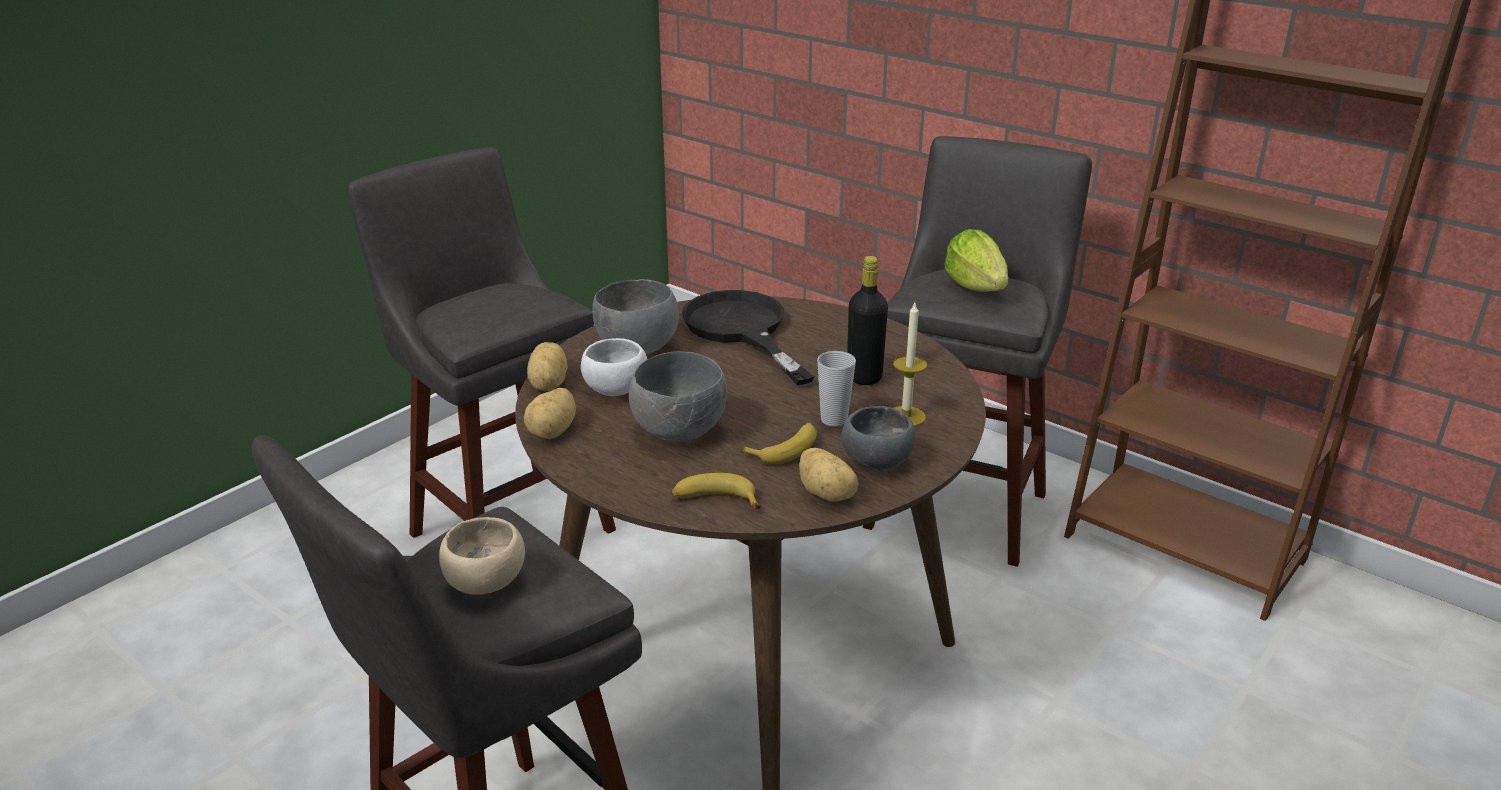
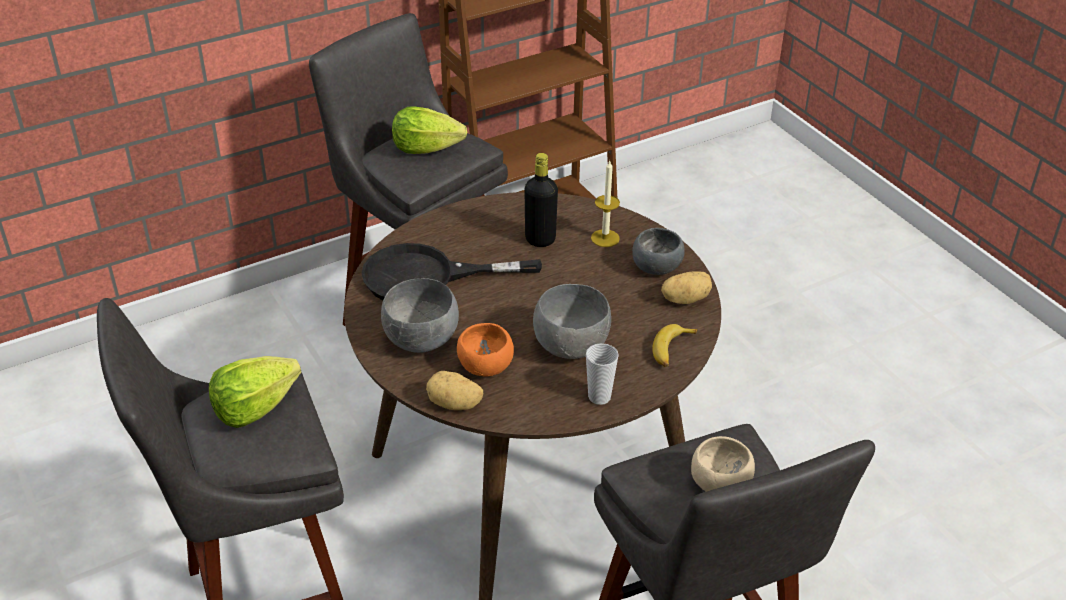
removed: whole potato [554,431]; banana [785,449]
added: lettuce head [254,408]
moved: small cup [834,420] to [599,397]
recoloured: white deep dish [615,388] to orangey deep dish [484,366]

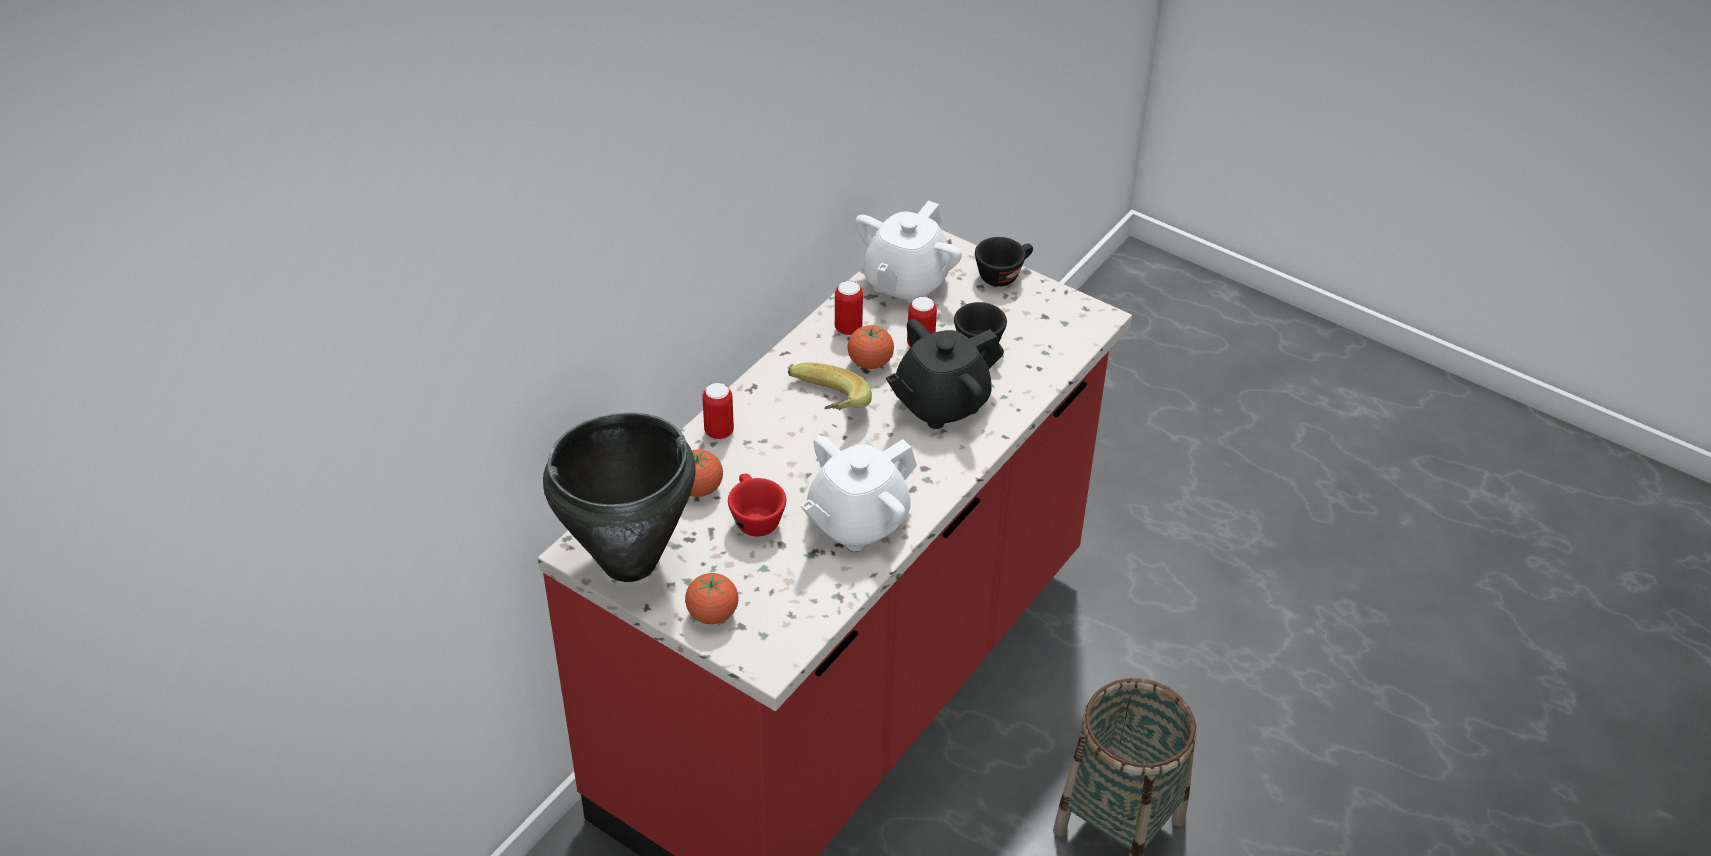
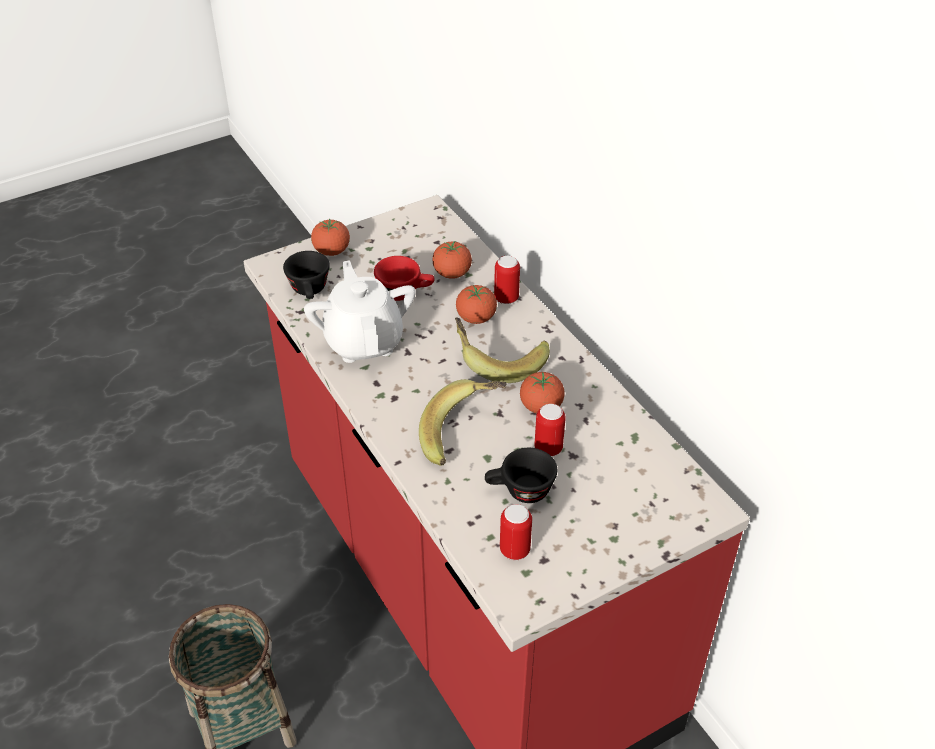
removed: black saucepot [630,562]; white tea pot [905,282]
added: fresh tomato [476,318]
moved: sealed can [848,328] to [514,550]; black small cup [1003,274] to [310,291]
replaced: black tea pot [940,403] to banana [463,434]

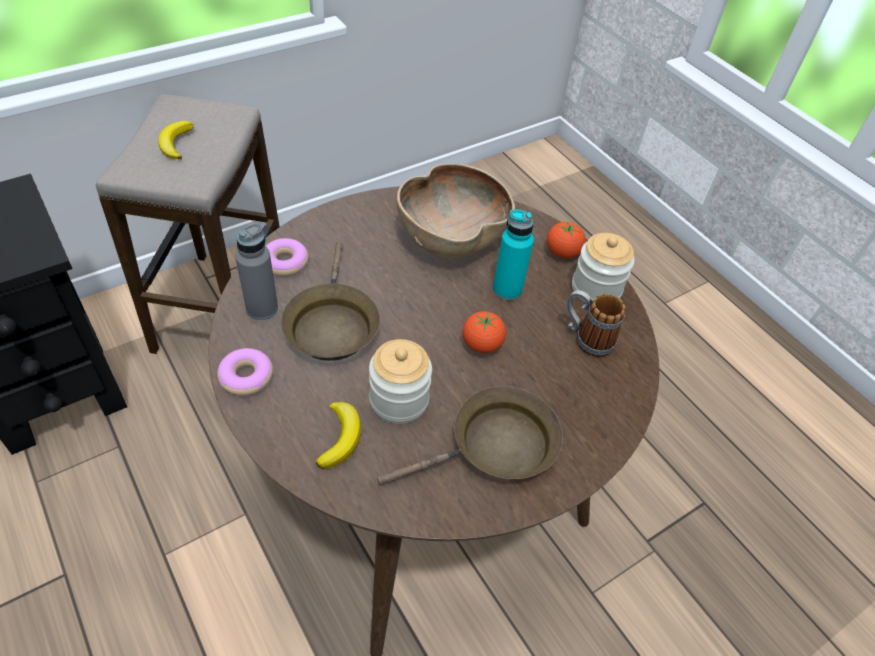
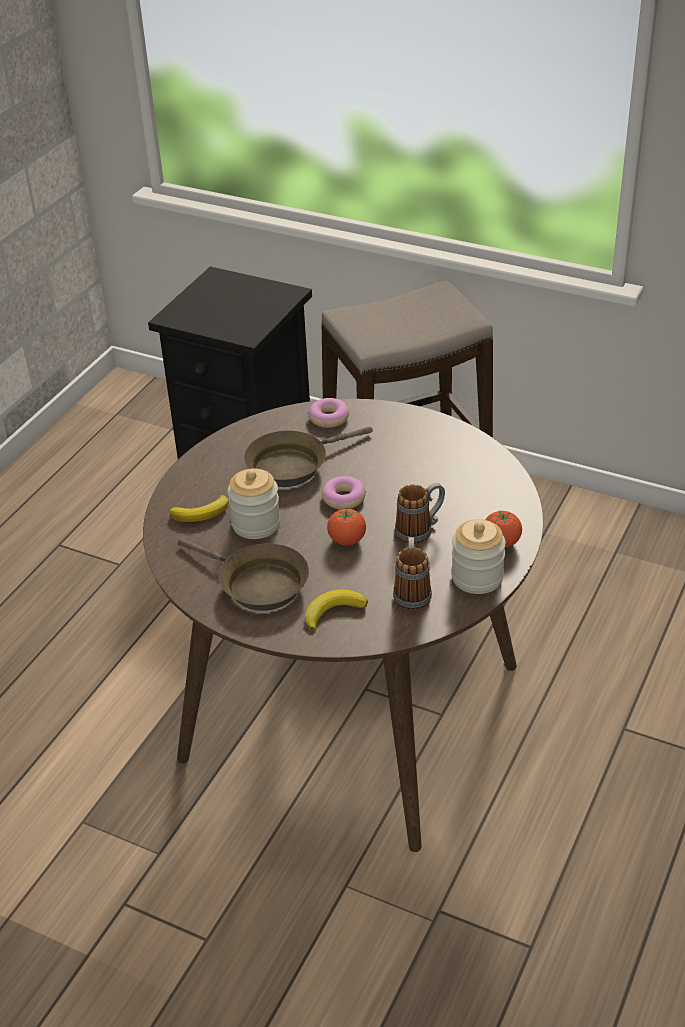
removed: greyish bottle [262,308]; brown deep dish [451,237]
moved: banana [175,143] to [333,611]; doughnut [246,376] to [344,498]
replaced: blue-green bottle [507,290] to tea mug [420,530]

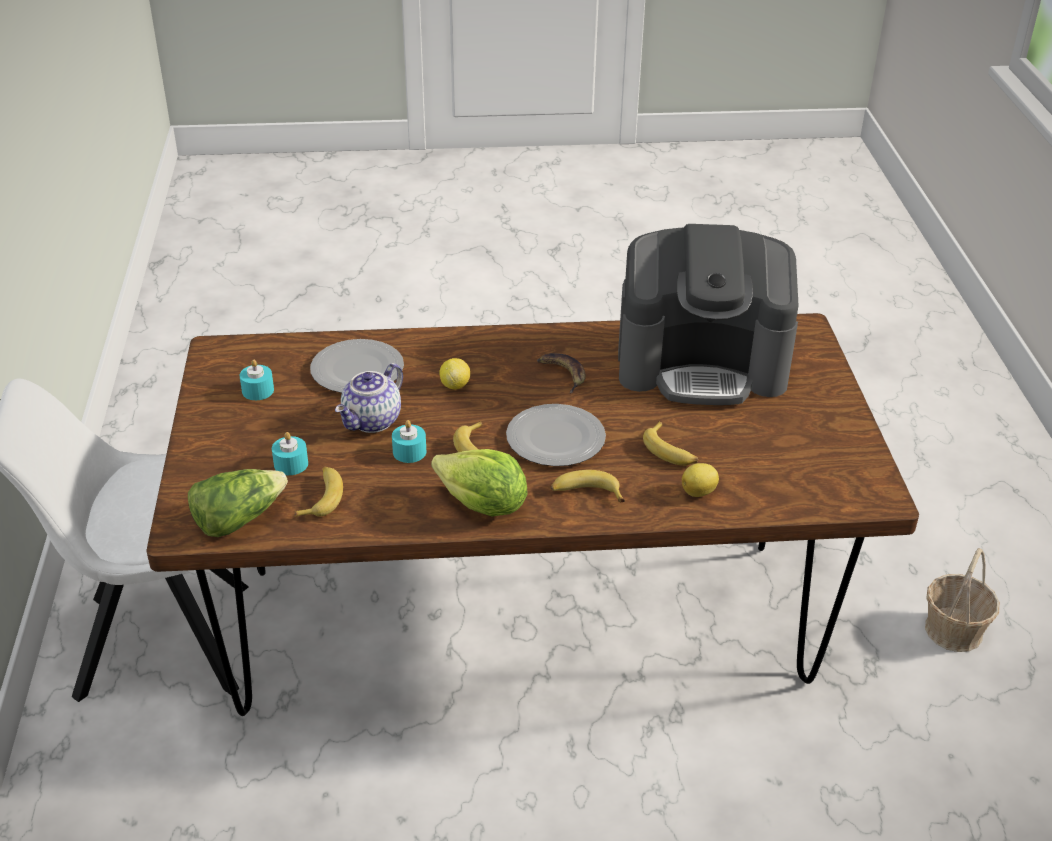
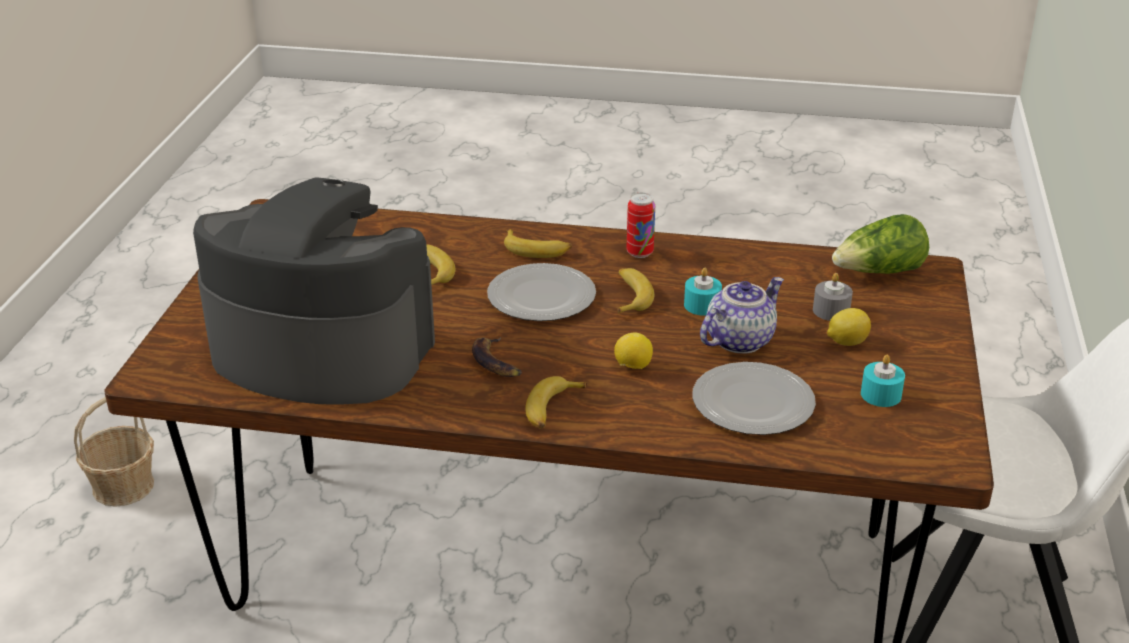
moved: banana [321,497] to [552,410]; whole lemon [699,492] to [846,342]
replaced: lettuce head [482,506] to sealed can [639,252]
recoloured: blue-green candle [291,464] to greyish candle [831,311]

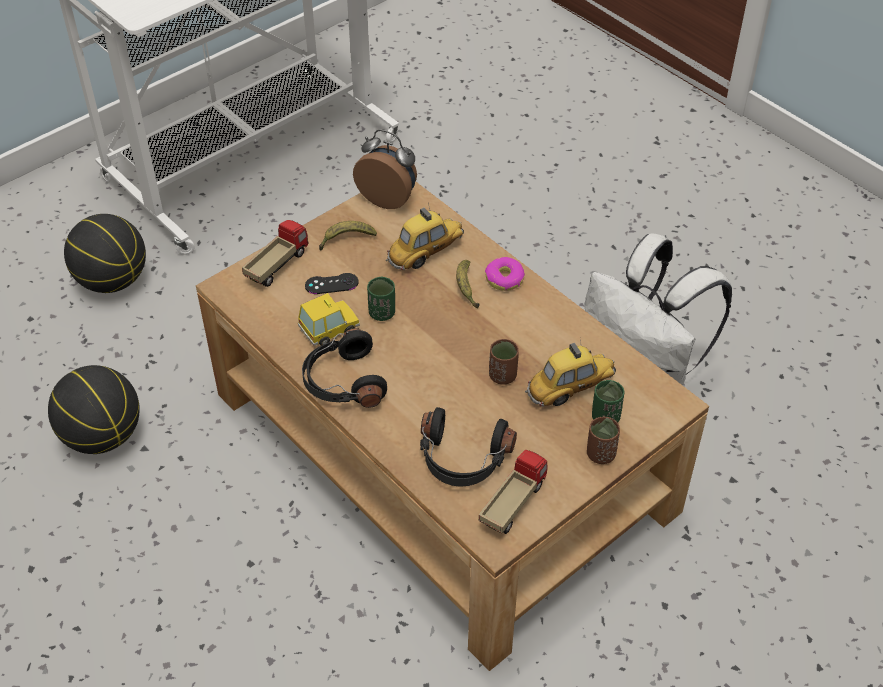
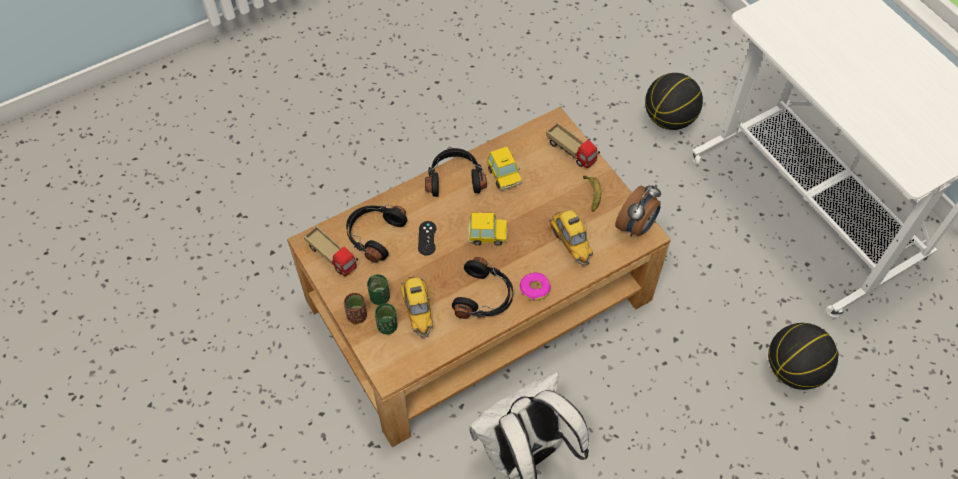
removed: banana [466,287]; brown small cup [502,376]
added: black pair of headphones [484,297]; toy car [487,235]
moved: ball for basketball [103,436] to [794,370]; black game controller [331,284] to [427,238]; green-coloured small cup [382,313] to [379,297]

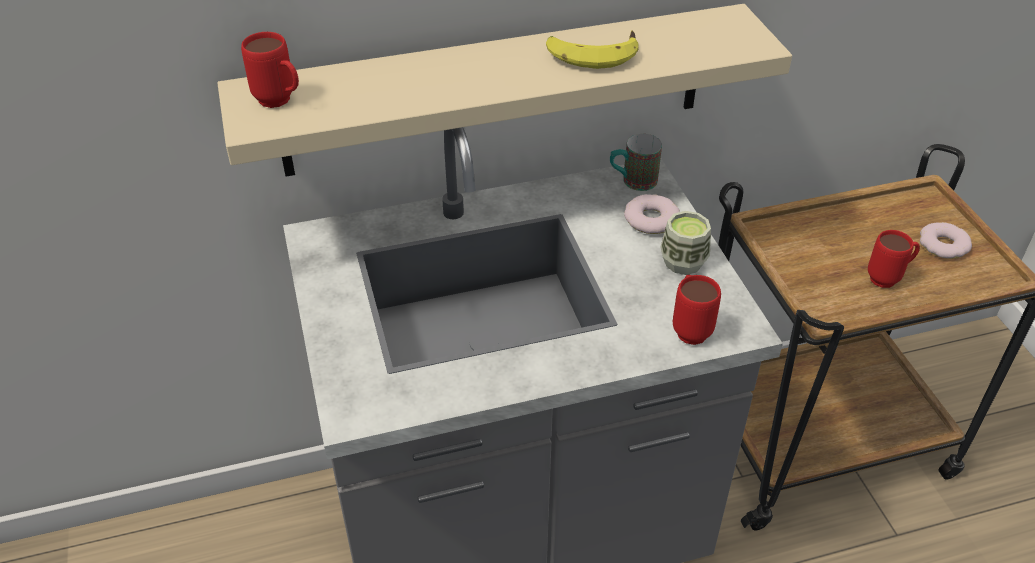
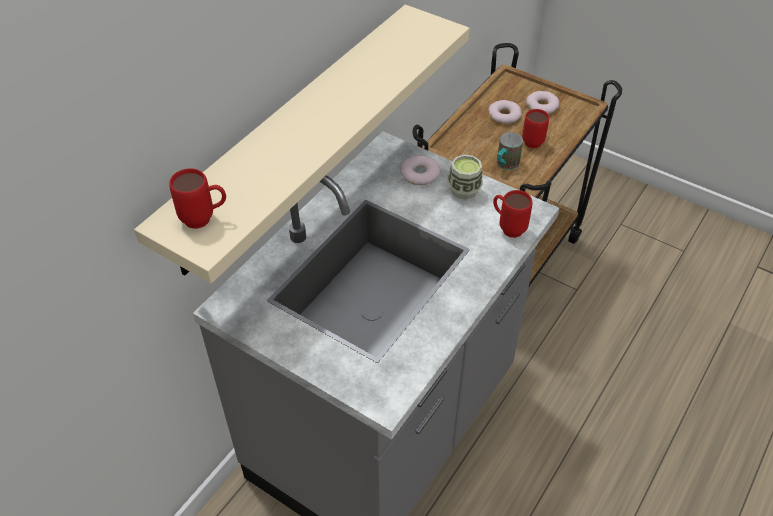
removed: banana [592,54]
added: doughnut [504,115]
moved: tea mug [632,181] to [505,165]

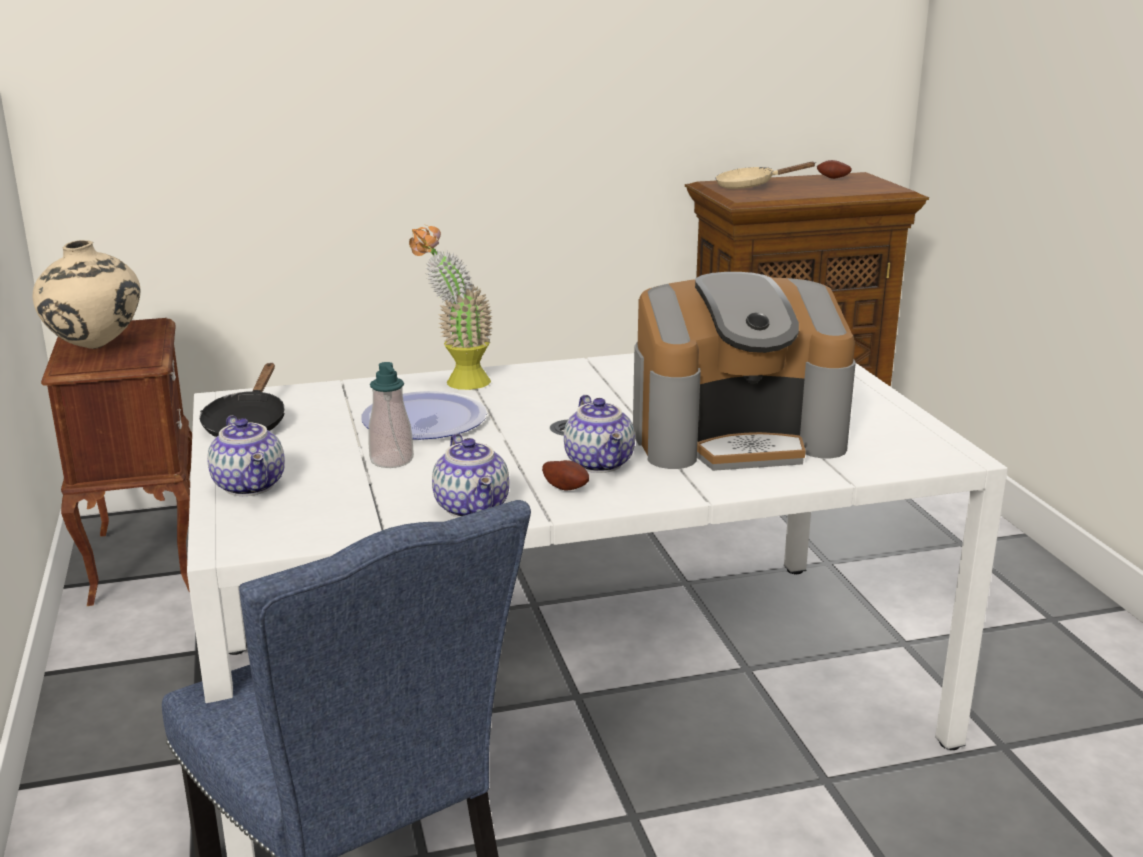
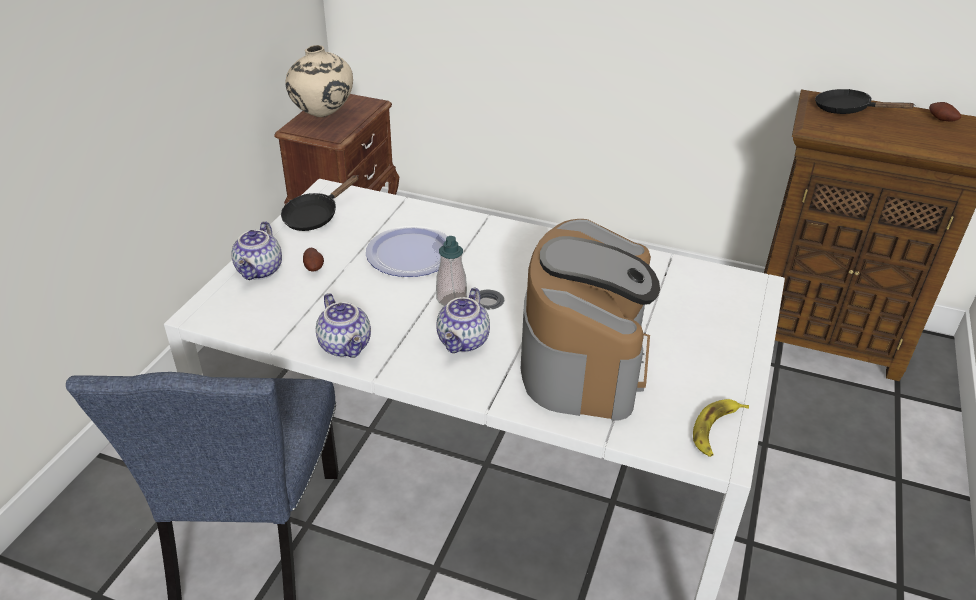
removed: plant in a pot [456,382]
added: banana [716,430]
moved: soap dispenser [391,460] to [451,298]; whole potato [566,487] to [314,267]
recoloured: sand-coloured frying pan [751,186] to black frying pan [847,110]
turned: tea pot [474,508] = [346,346] 45 degrees counterclockwise; coffee brewer [736,436] = [584,357] 105 degrees counterclockwise

